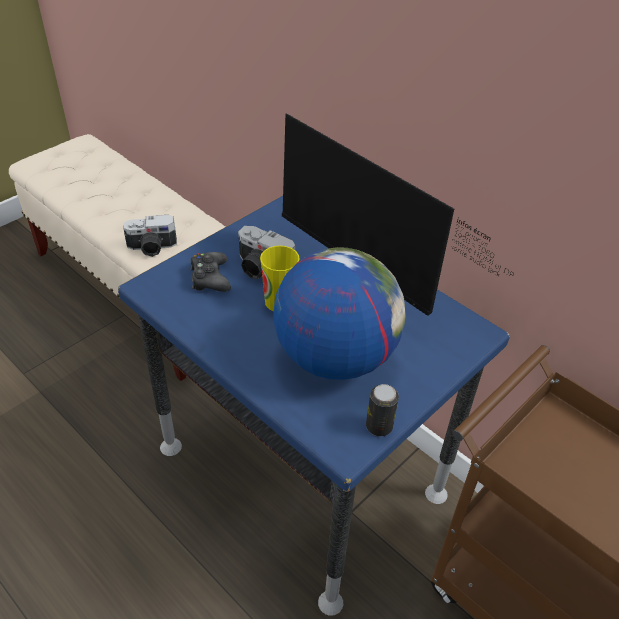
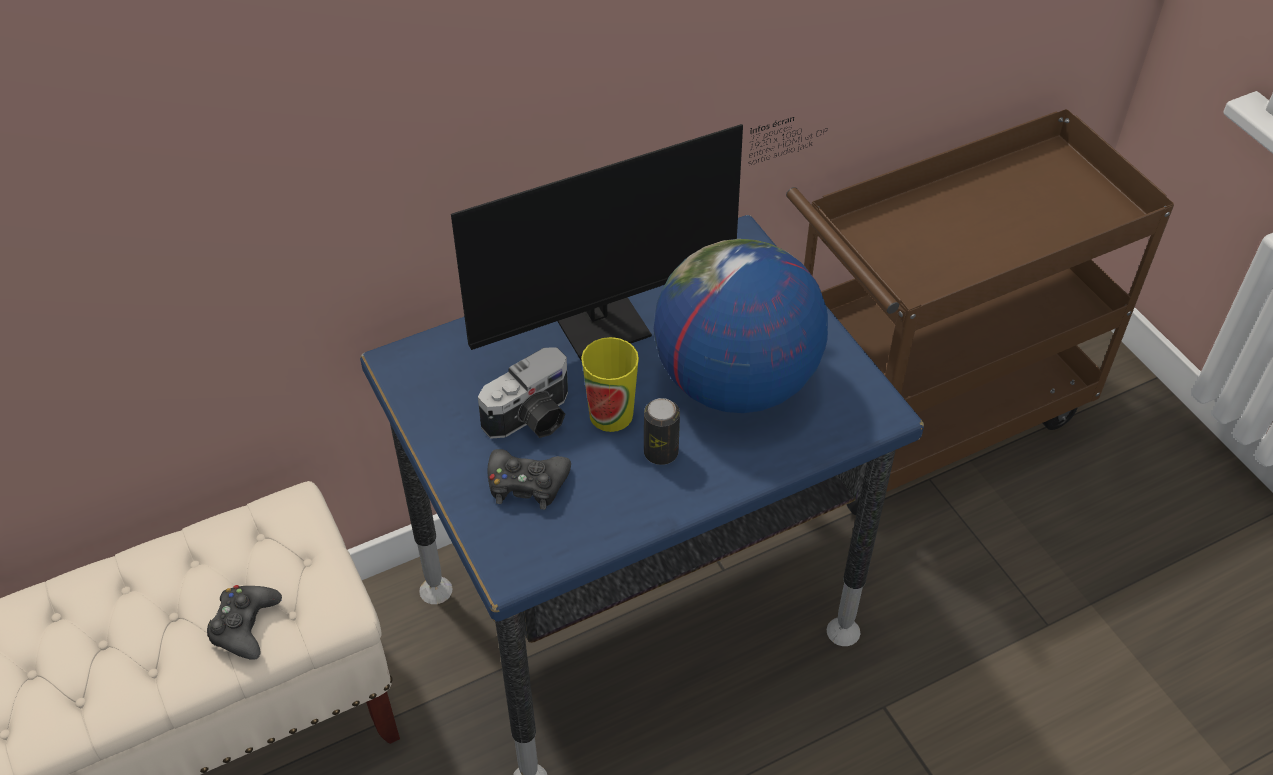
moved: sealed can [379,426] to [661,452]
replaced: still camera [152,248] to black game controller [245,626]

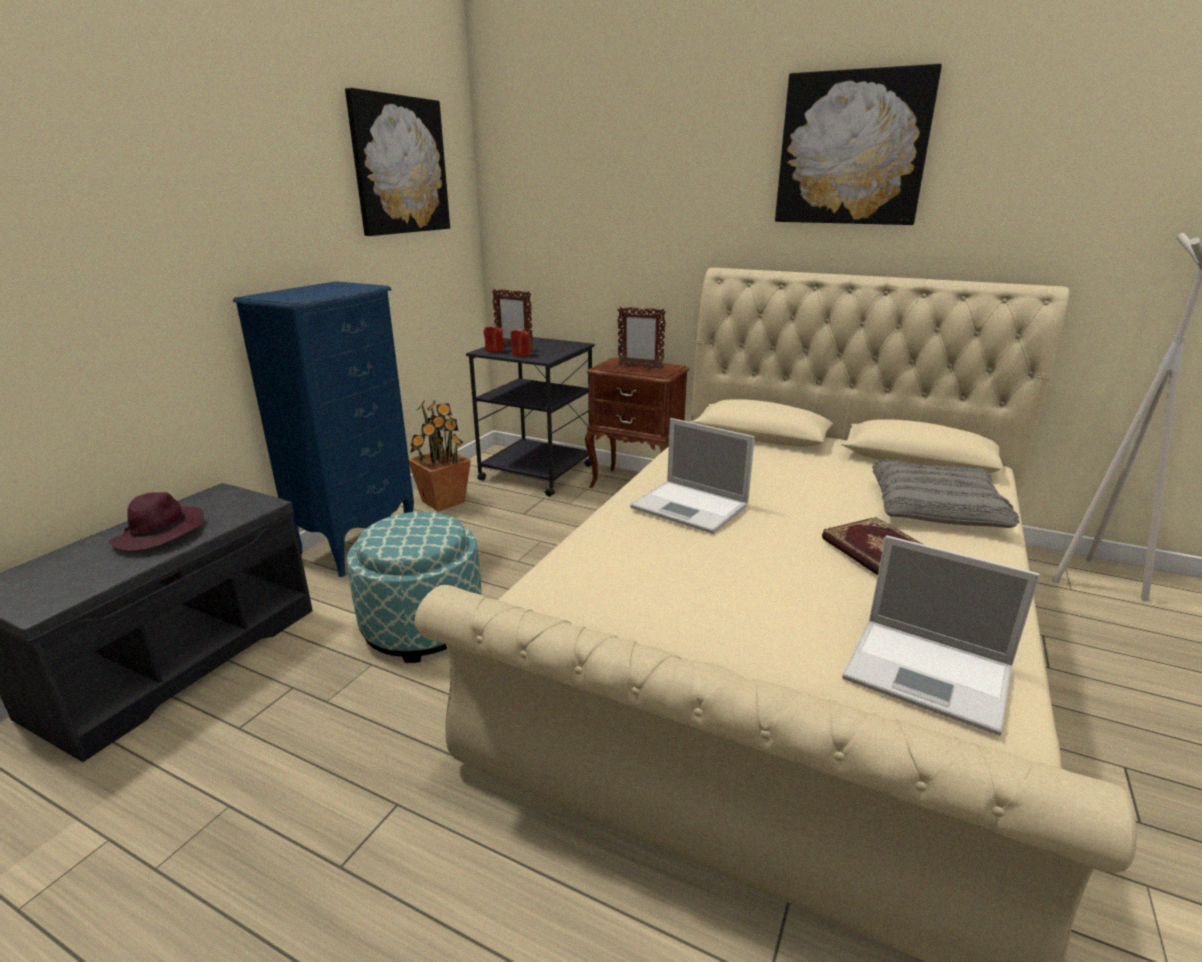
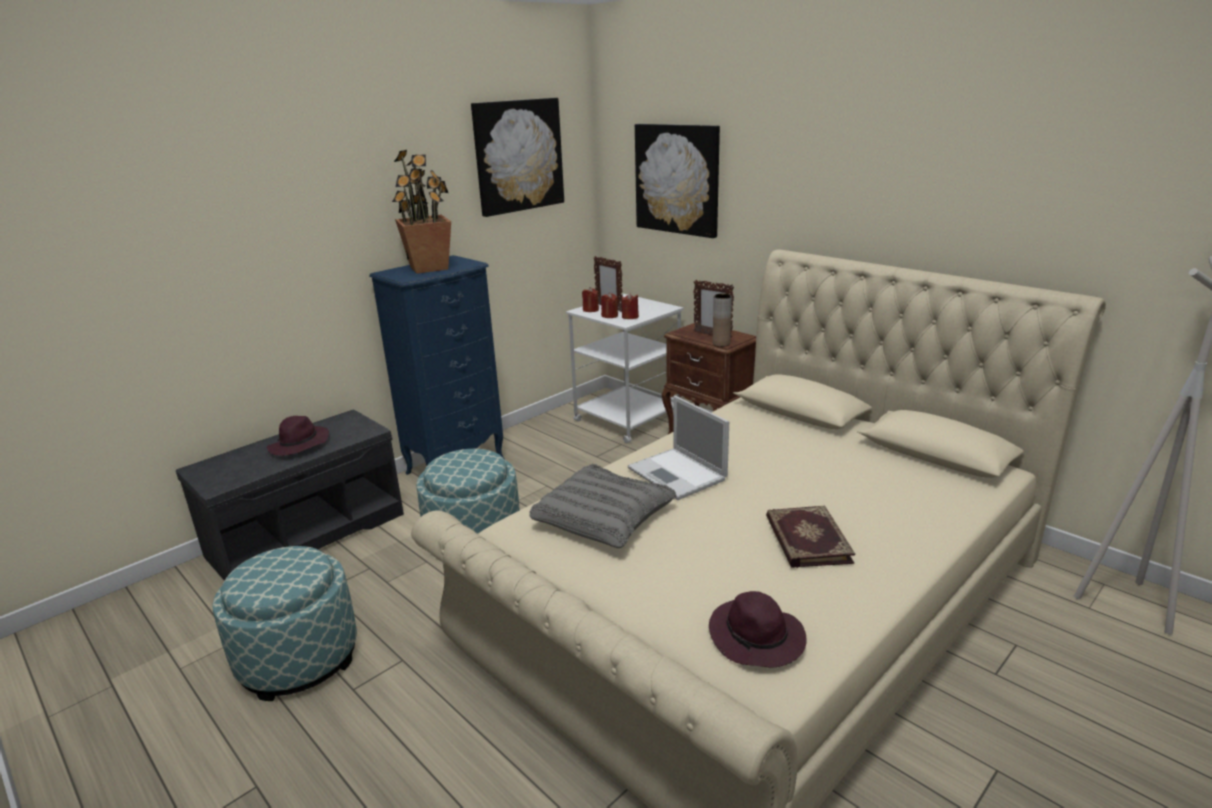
added: pouffe [298,658]; reddish candle [630,317]; brown decorative vase [721,344]
moved: plant in a pot [443,501] to [429,268]; picture [852,149] to [677,179]; greyish pillow [935,508] to [604,518]
replaced: portable computer [931,674] to purple hat [757,638]
recoloured: black trolley [538,473] to white trolley [628,420]

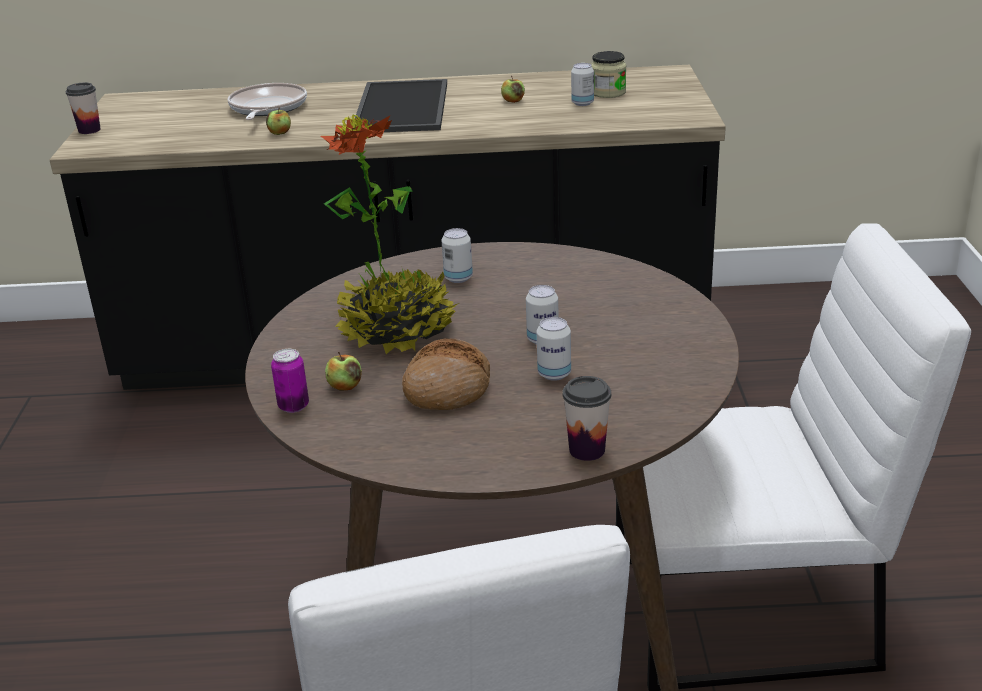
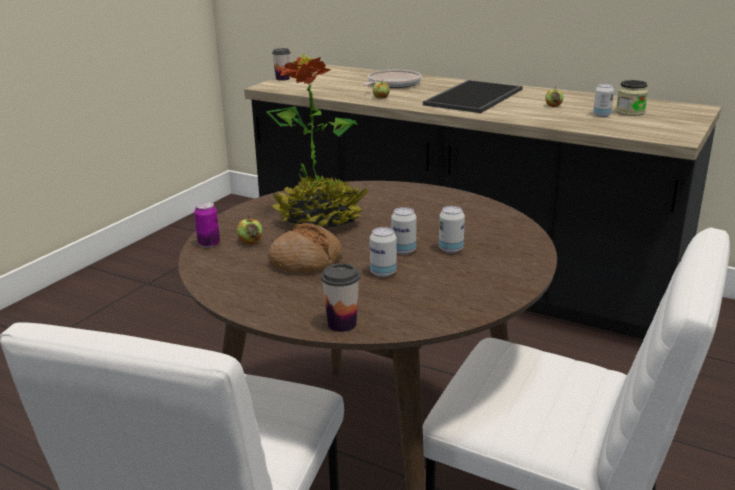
moved: sealed can [458,278] to [451,249]

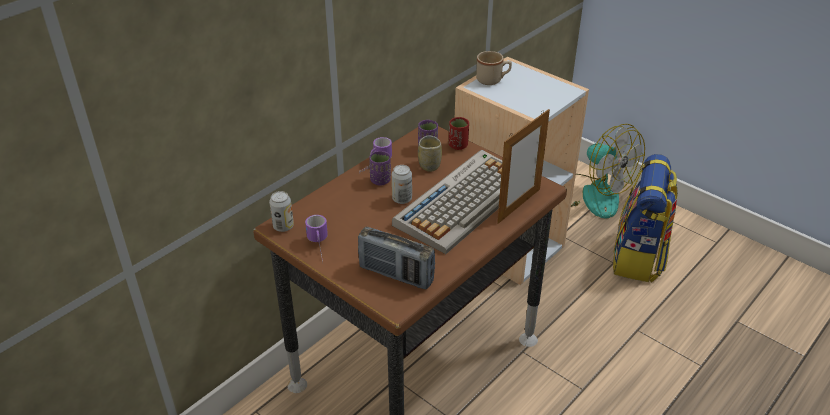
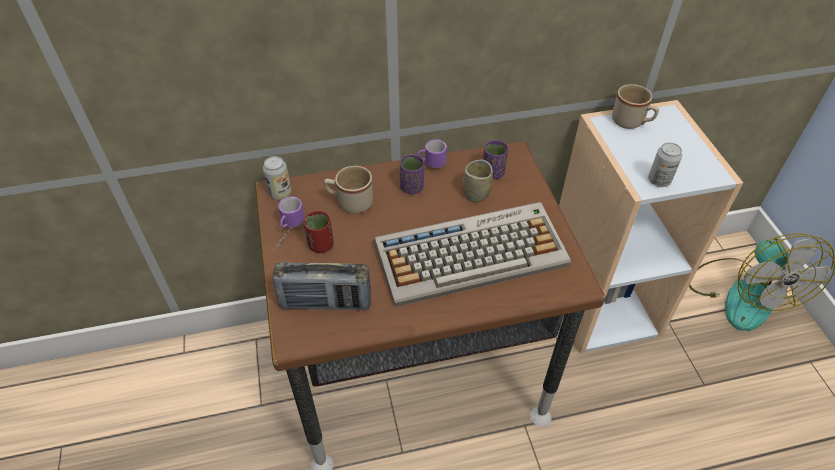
removed: photo frame [519,205]; backpack [638,258]
added: sand-coloured tea mug [350,202]
moved: sealed can [402,199] to [659,181]; reddish small cup [458,145] to [321,245]
turned: radio receiver [396,275] = [326,303] 60 degrees counterclockwise

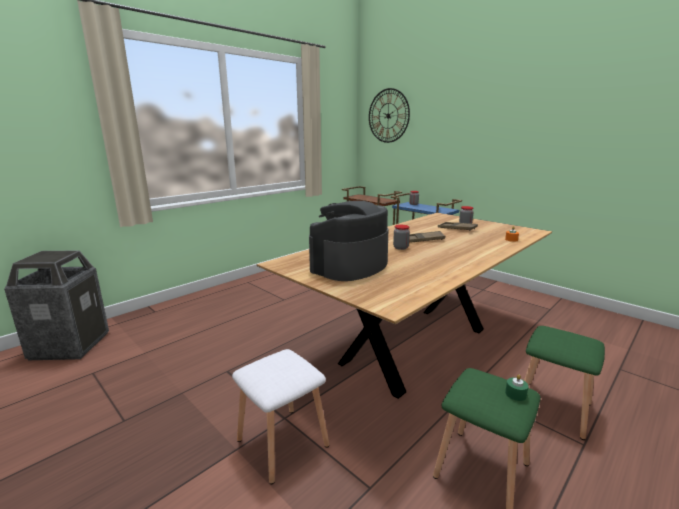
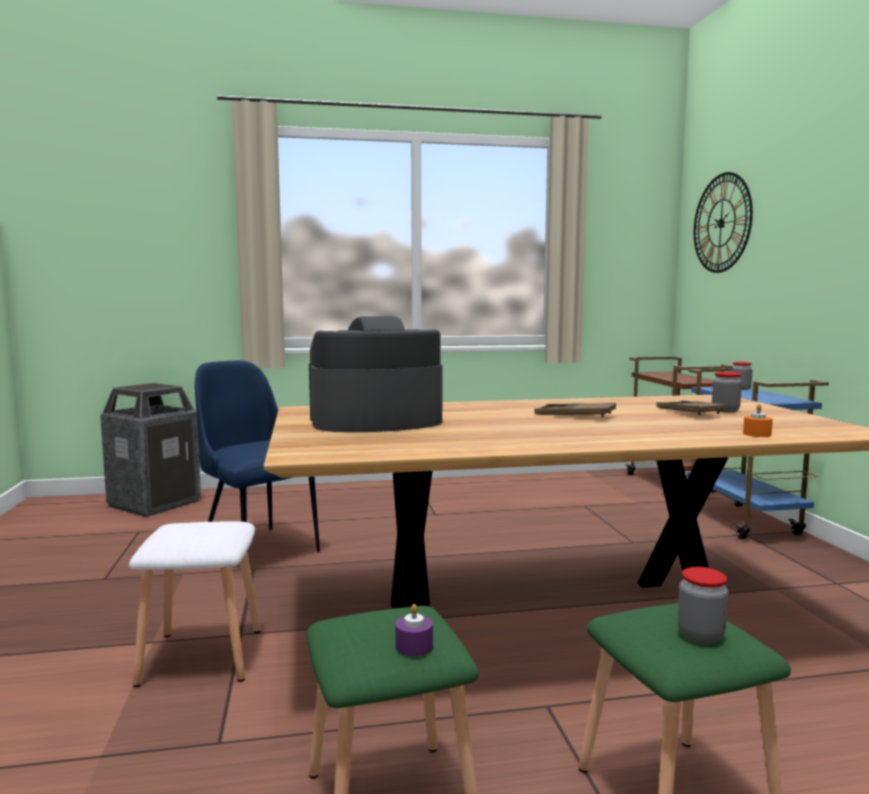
added: bluish upright chair [258,549]
moved: jar [400,247] to [700,635]
recoloured: green-coloured candle [515,394] to purple candle [414,646]

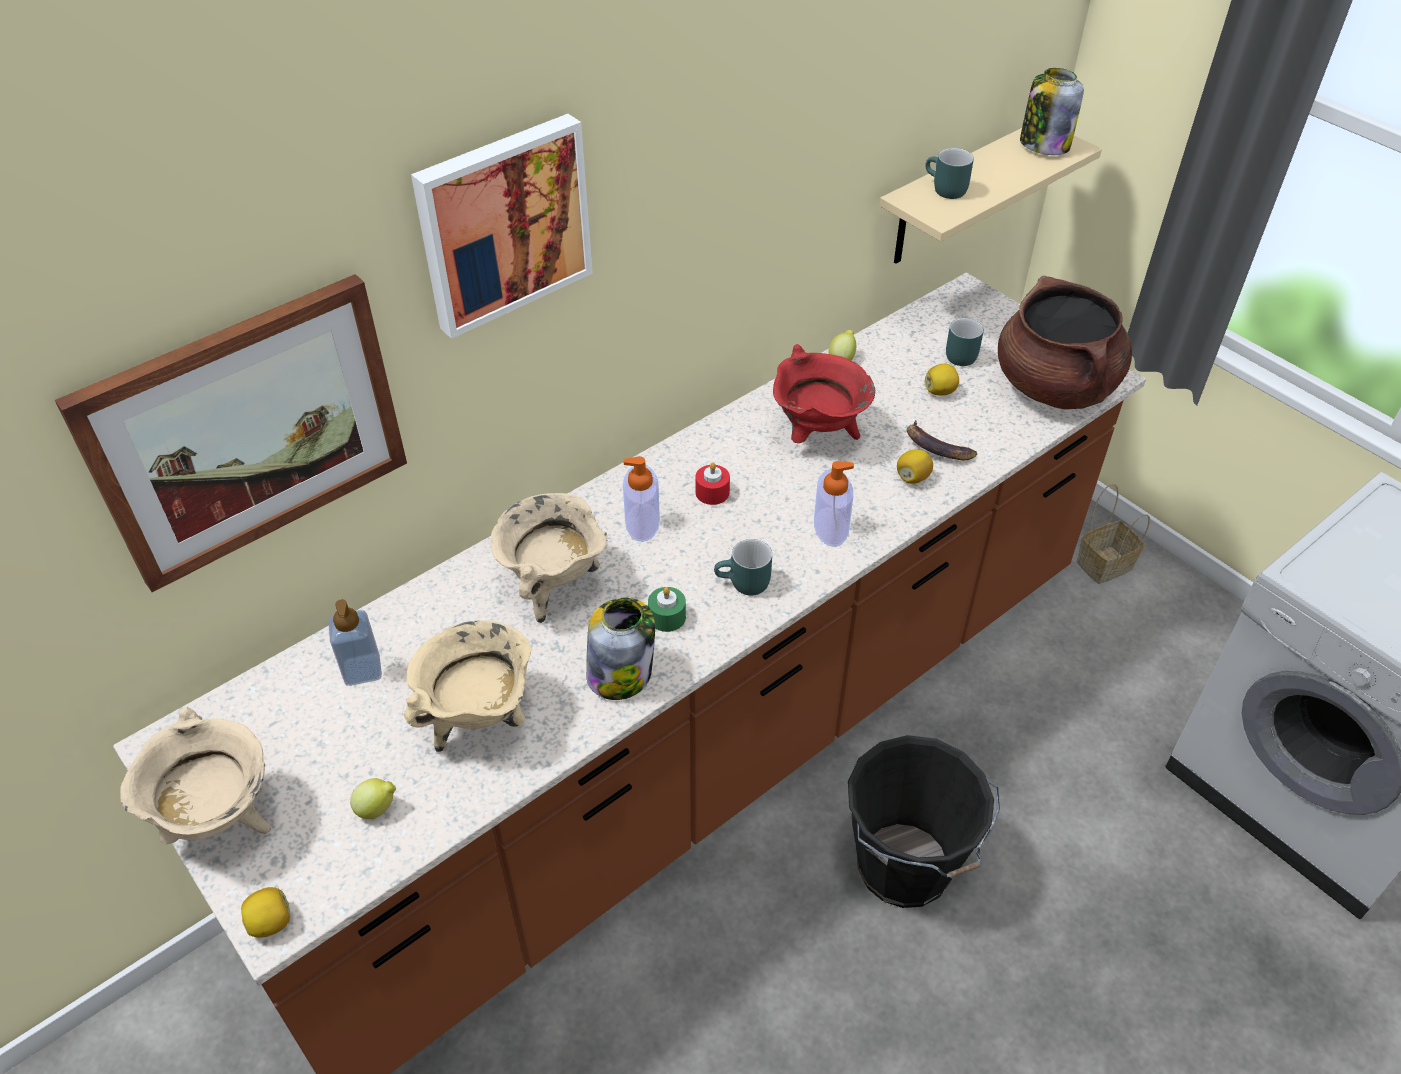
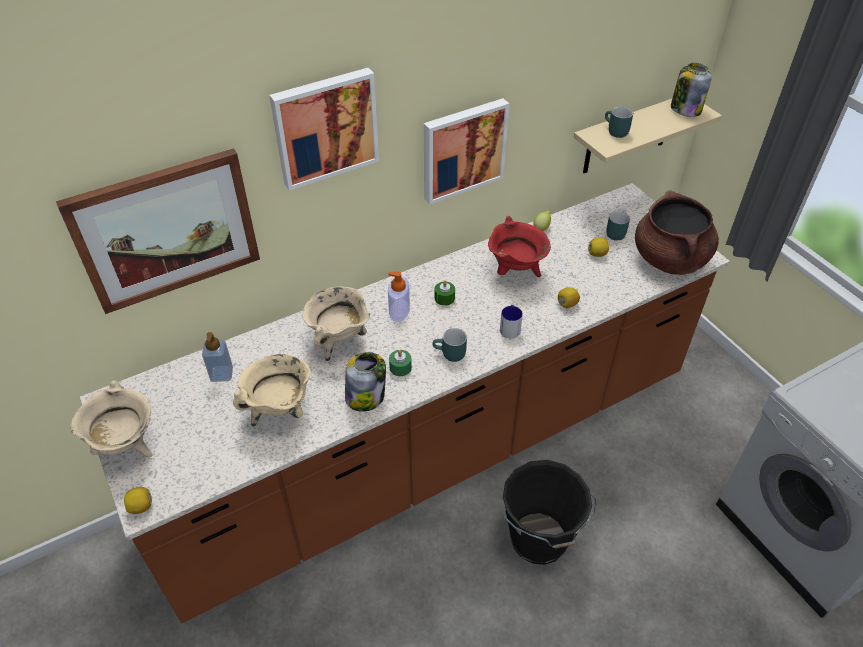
removed: whole lemon [378,809]; banana [936,447]; storage basket [1105,563]
added: picture [462,149]
replaced: soap dispenser [831,527] to tea mug [510,327]
recoloured: reddish candle [712,492] to green-coloured candle [444,298]

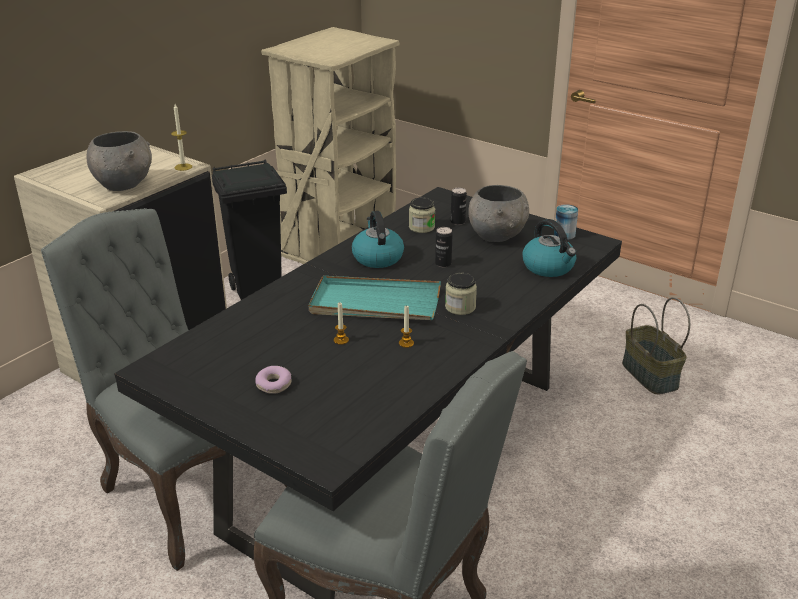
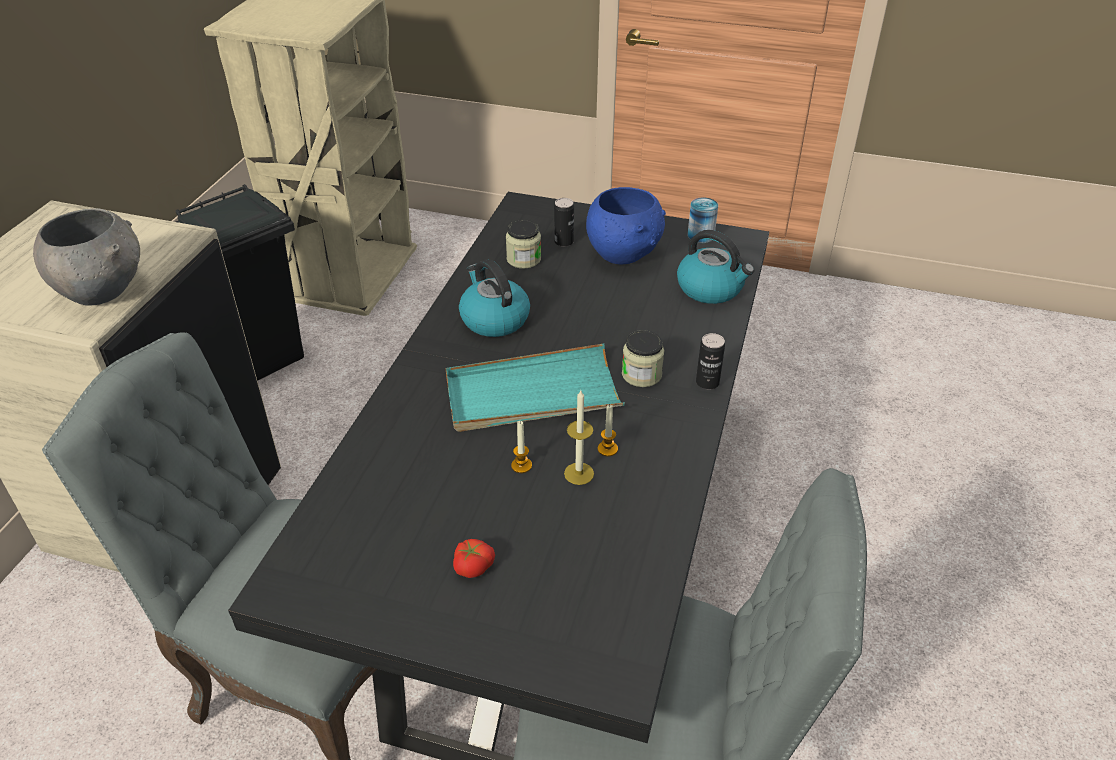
removed: storage basket [648,375]
moved: candle [183,167] to [579,473]; sealed can [443,264] to [707,382]
replaced: doughnut [273,385] to fresh tomato [472,565]
recoloured: greyish deep dish [497,236] to bluish deep dish [623,254]

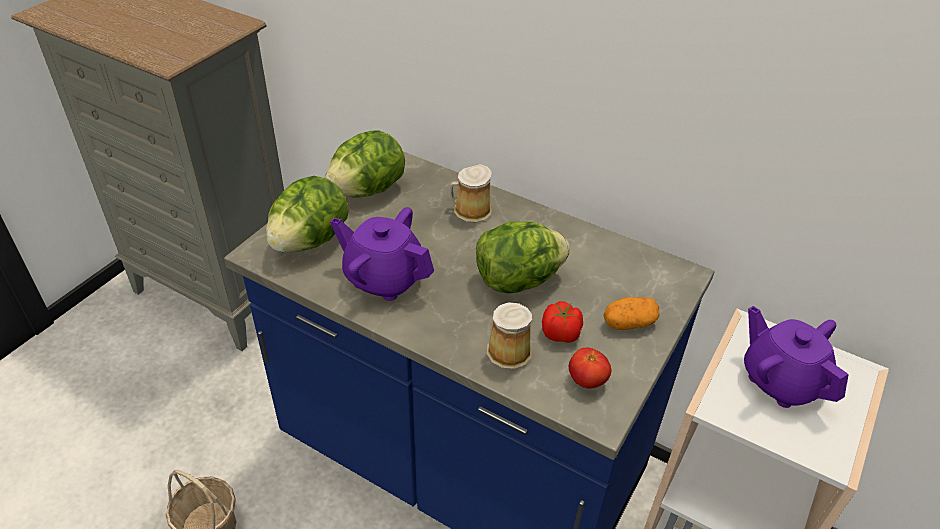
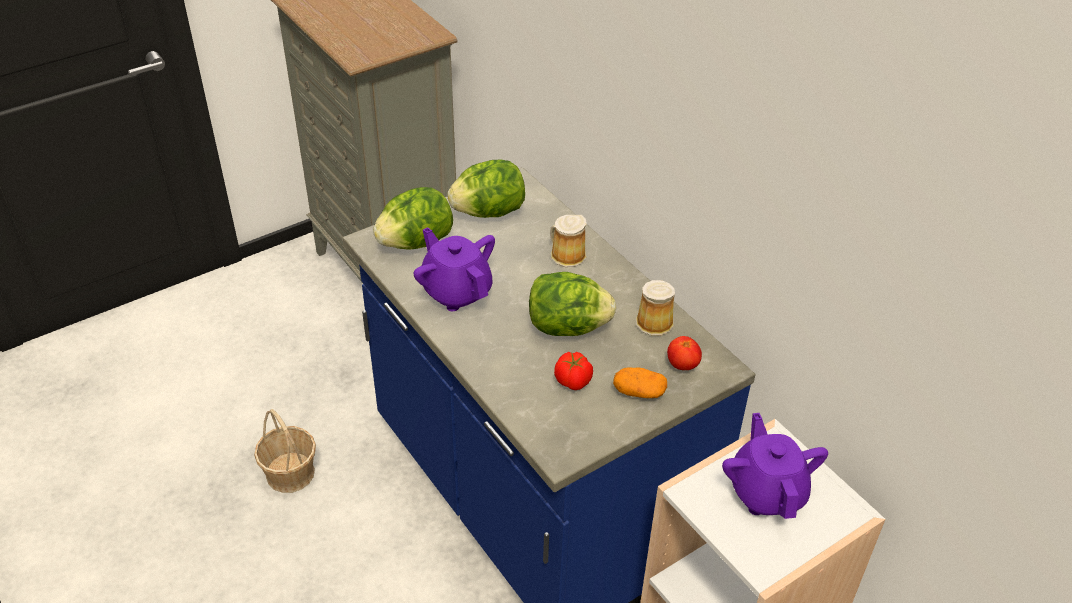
moved: tea mug [510,350] to [656,322]; fresh tomato [587,380] to [682,365]

